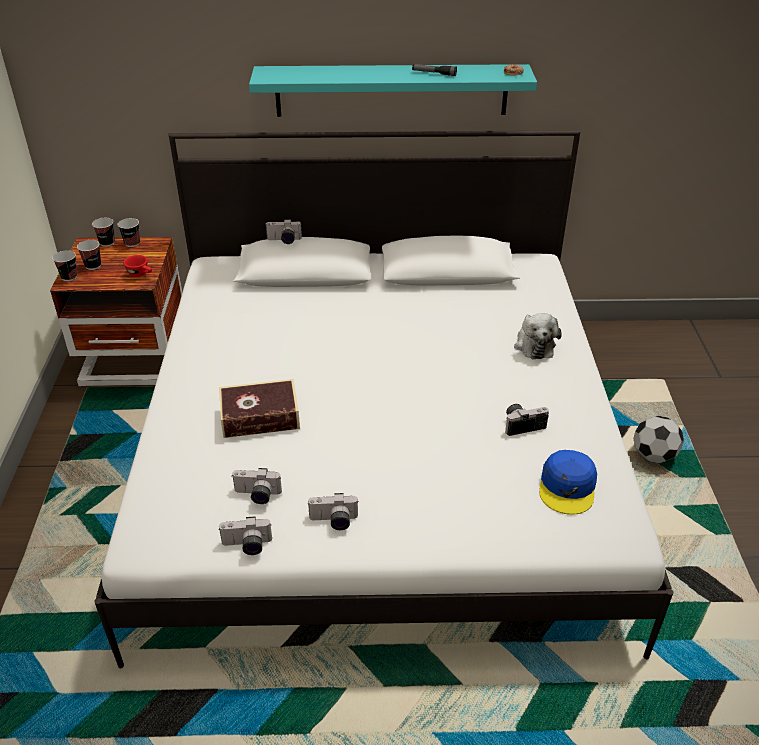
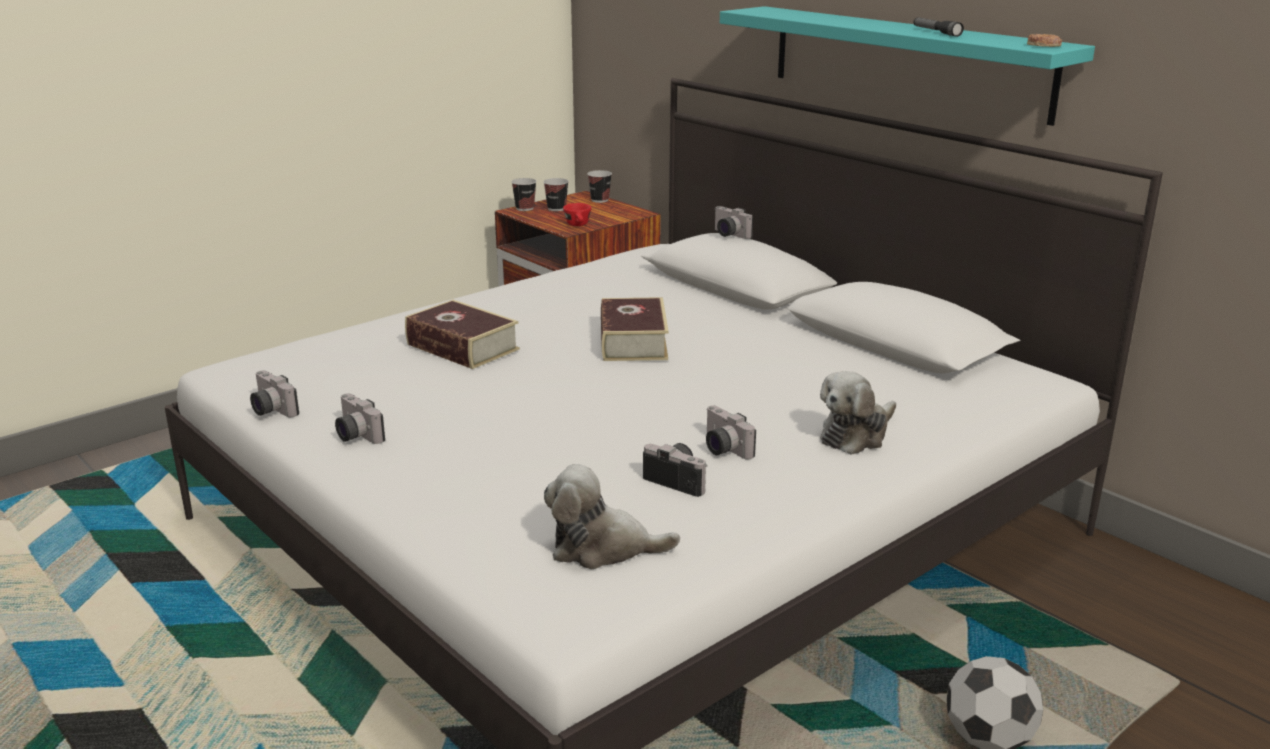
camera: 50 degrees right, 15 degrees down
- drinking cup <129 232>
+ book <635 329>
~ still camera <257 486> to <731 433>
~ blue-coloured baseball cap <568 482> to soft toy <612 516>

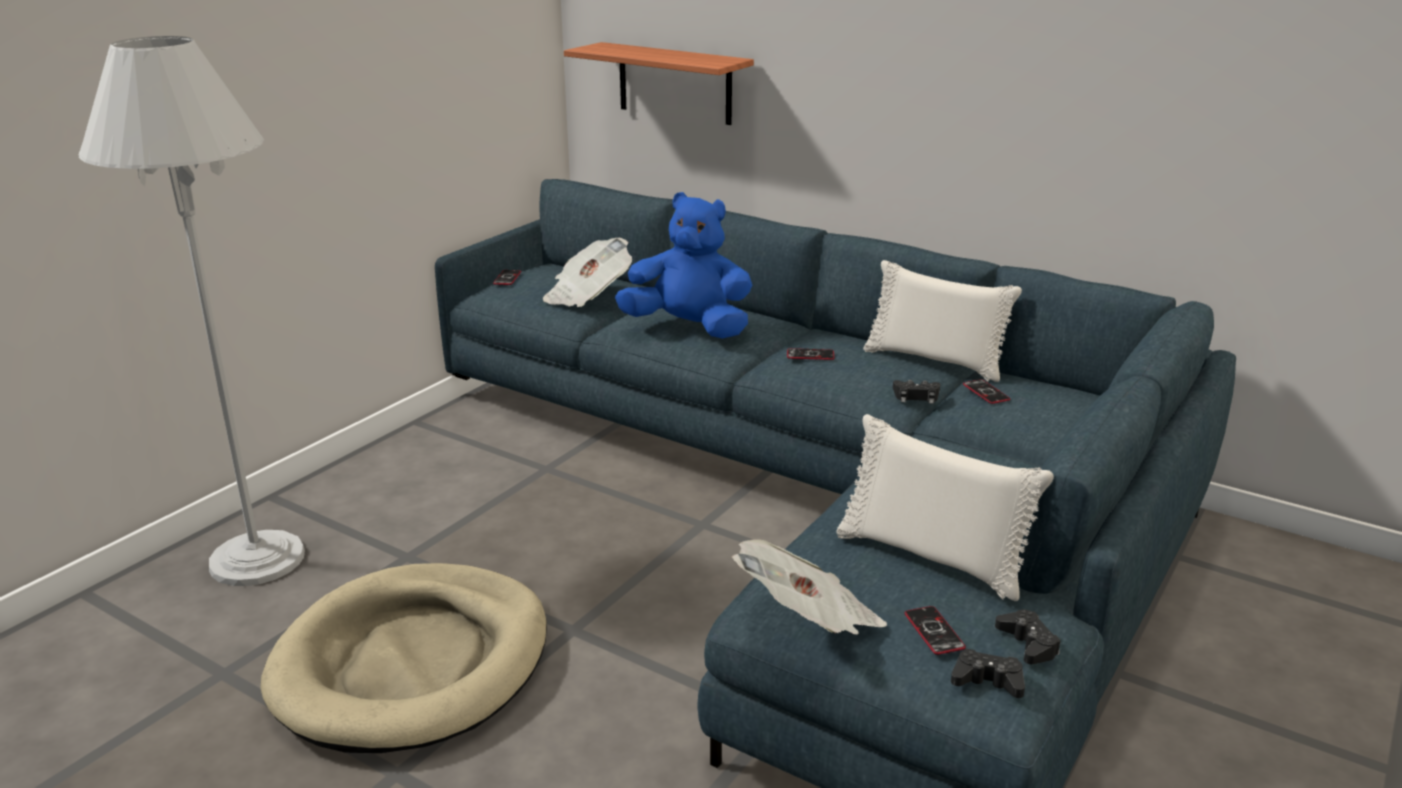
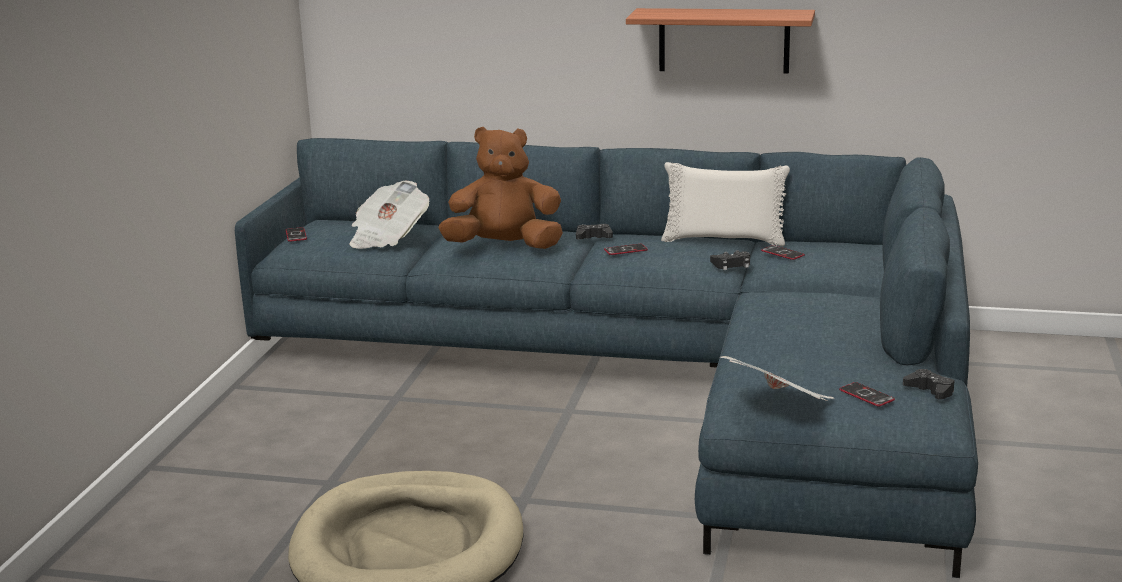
camera: 20 degrees left, 5 degrees down
- whitish floor lamp <192 311>
- whitish throw pillow <945 507>
~ wall shelf <659 83> to <720 41>
~ black-coloured gamepad <988 673> to <594 232>
~ blue-coloured soft toy <683 265> to brown-coloured soft toy <501 188>

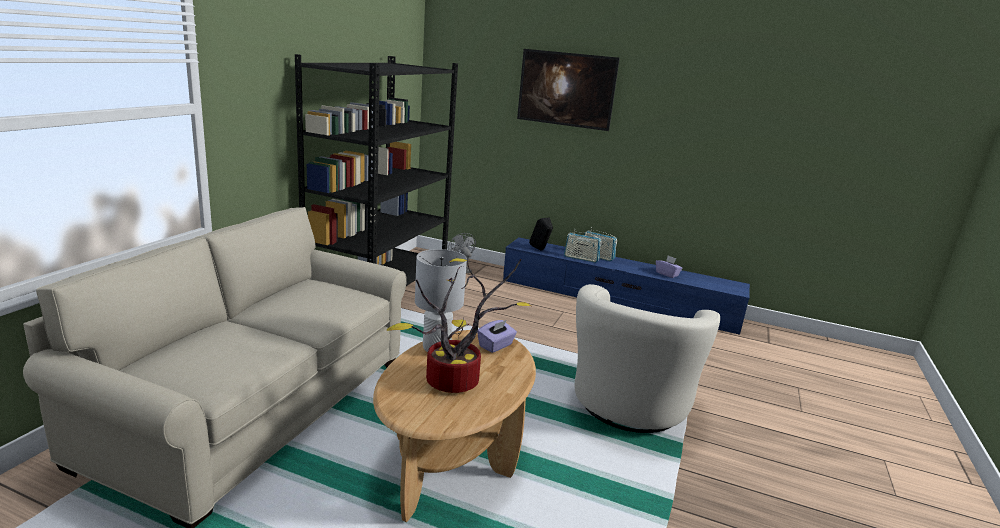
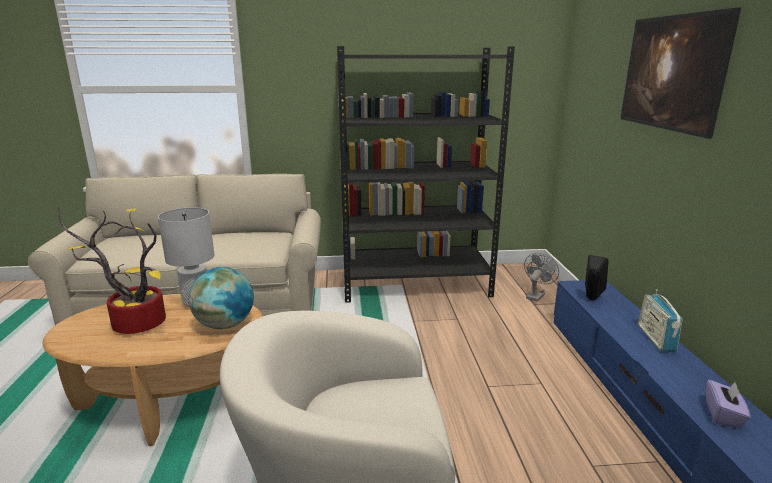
camera: 65 degrees right, 0 degrees up
- radio <583 247>
~ purple box of tissues <497 336> to desk globe <221 298>

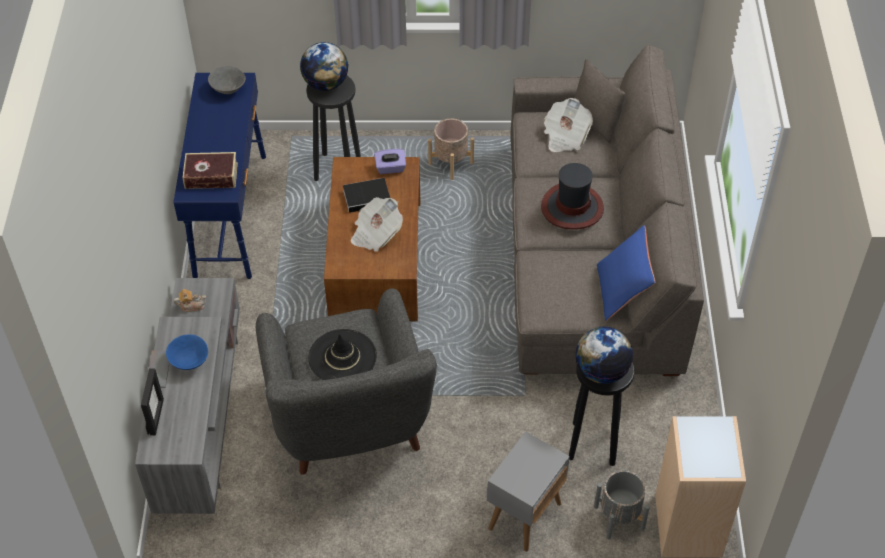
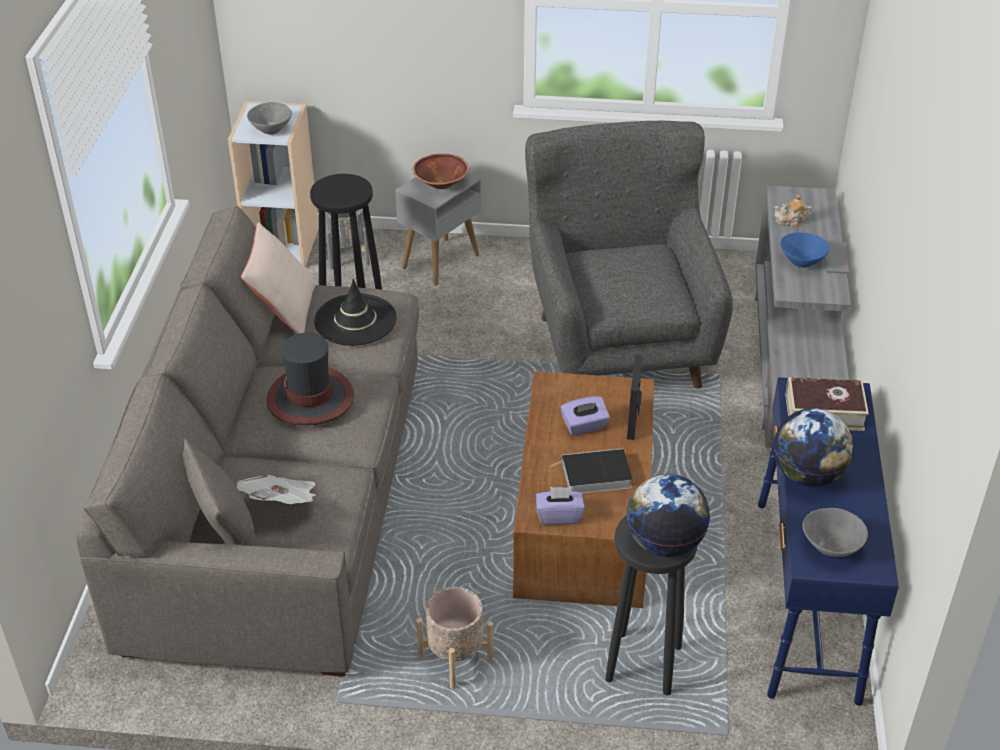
camera: 175 degrees left, 10 degrees down
+ gray deep dish <269 118>
+ brown-coloured deep dish <440 171>
~ standing frame <152 401> to <634 397>
~ pot for tea <190 300> to <793 210>
~ black-coloured hat <342 354> to <355 312>
~ desk globe <604 355> to <813 447>
~ newspaper <377 224> to purple box of tissues <585 415>
~ blue-coloured throw pillow <626 273> to sand-coloured throw pillow <278 278>

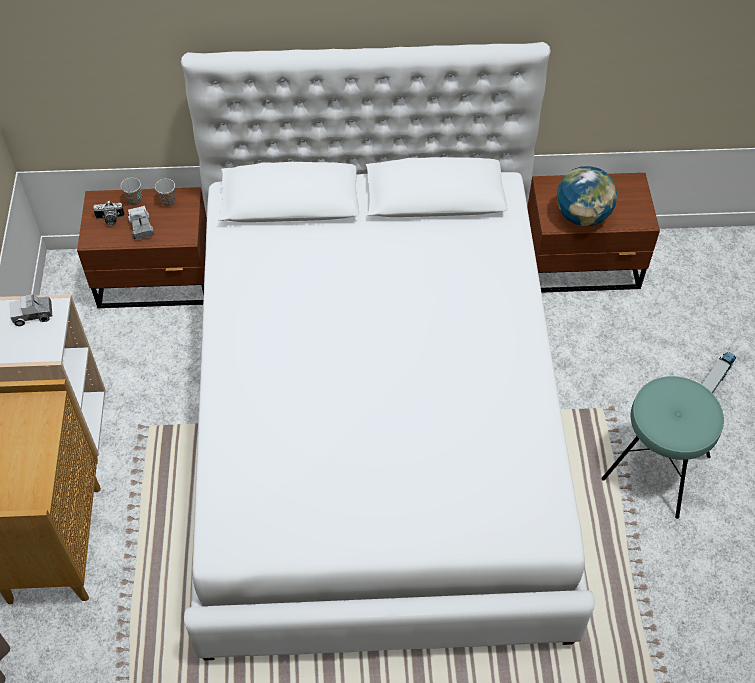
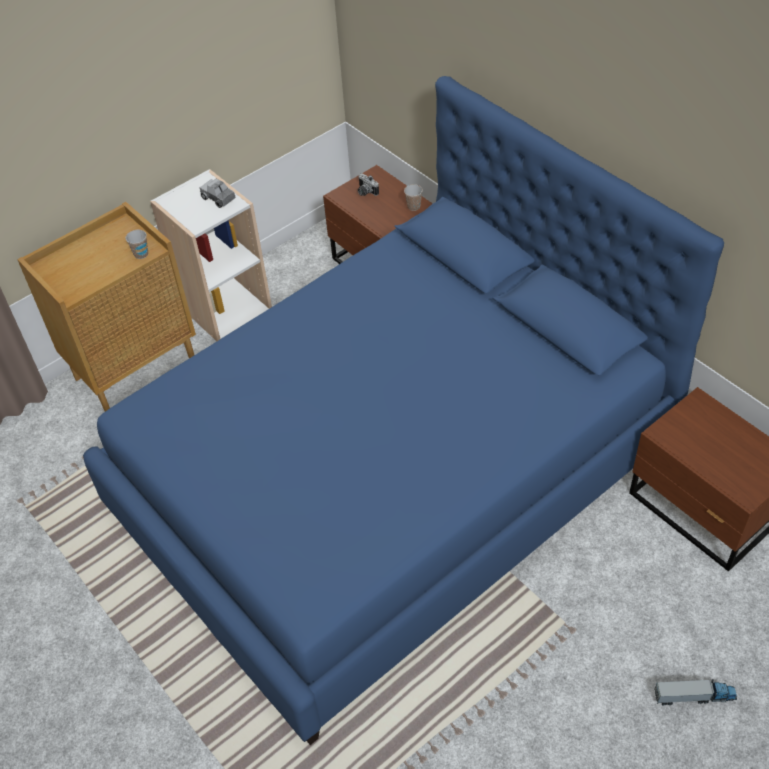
camera: 55 degrees right, 5 degrees down
- toy truck <141 223>
- desk globe <587 196>
- turquoise-coloured stool seat <662 447>
~ drinking cup <131 192> to <137 244>
~ whitish bed <388 351> to blue-coloured bed <403 410>

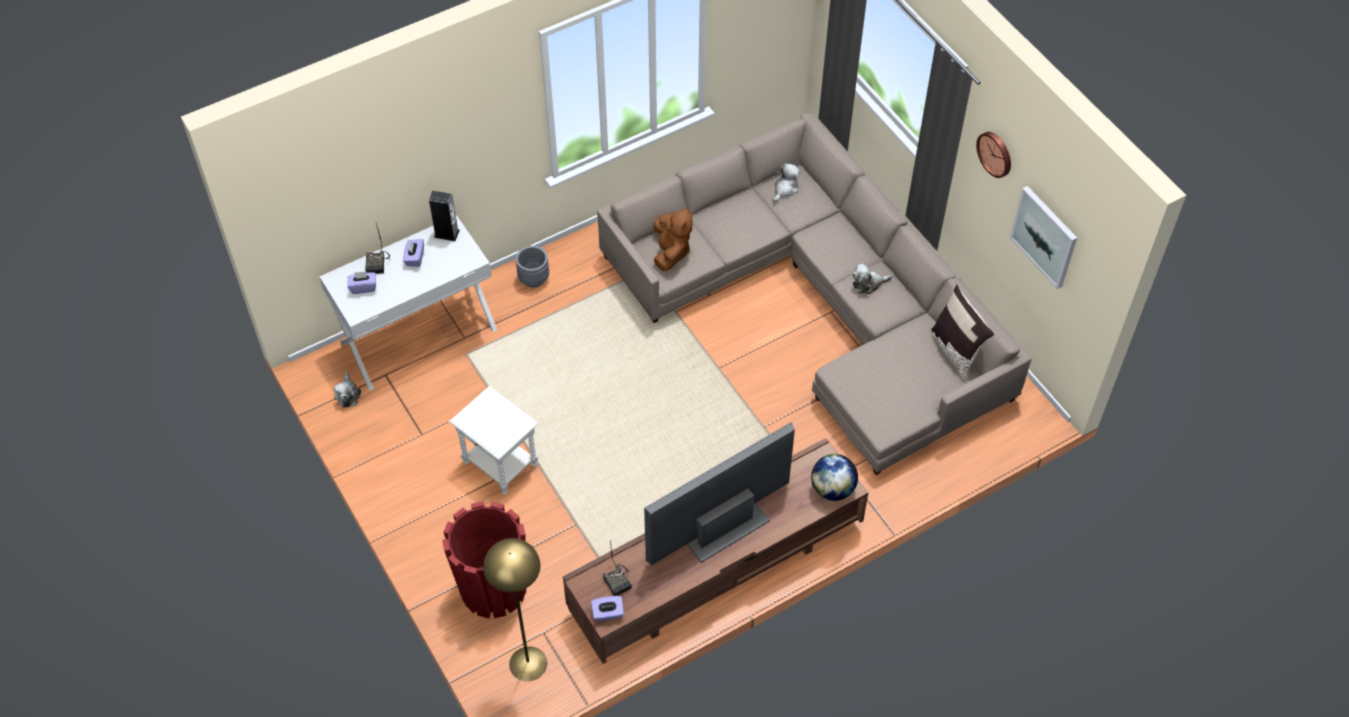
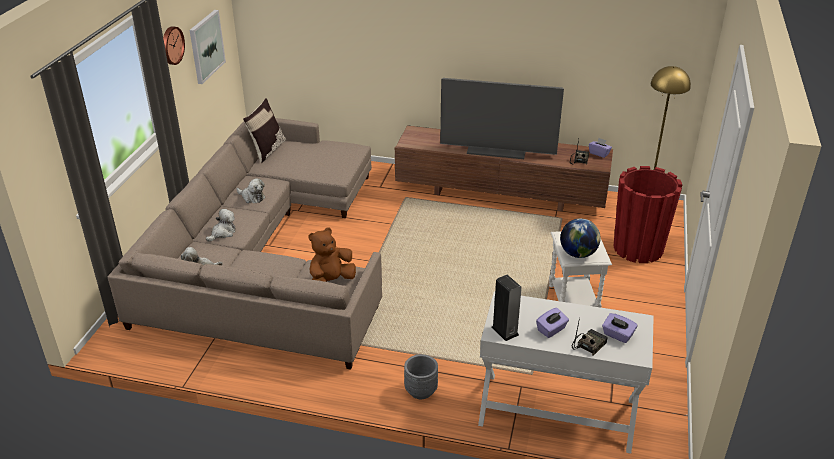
camera: 135 degrees left, 20 degrees down
~ soft toy <347 389> to <221 225>
~ desk globe <834 477> to <580 238>

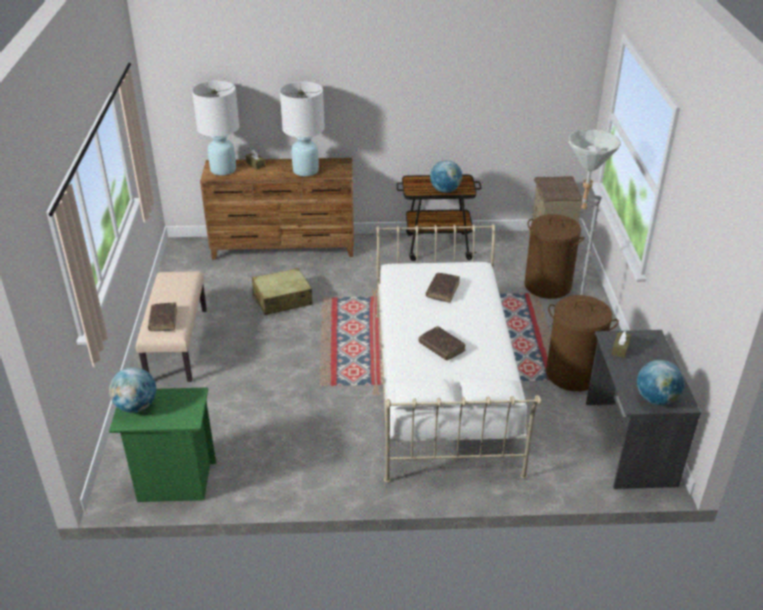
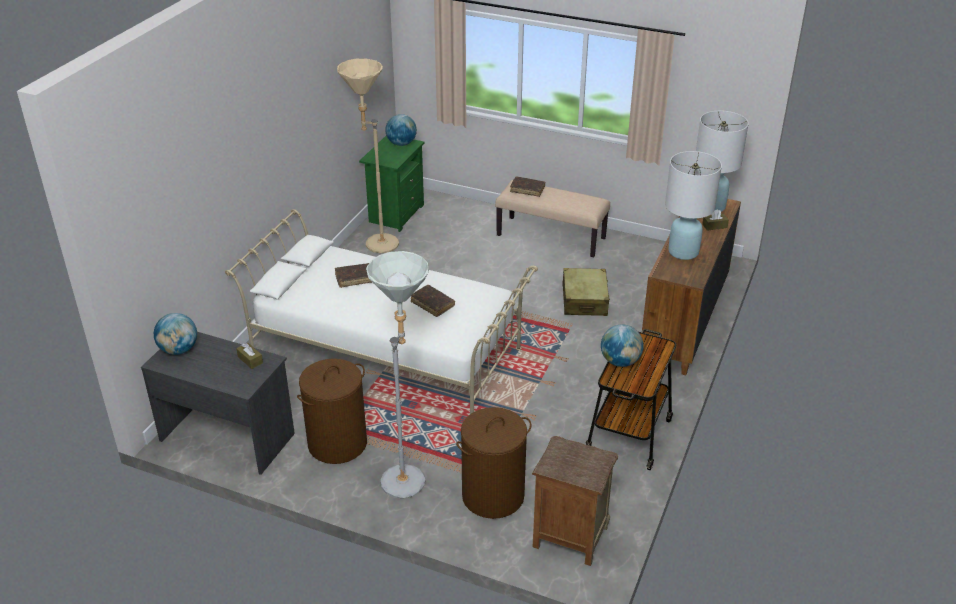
camera: 115 degrees right, 0 degrees up
+ sand-coloured floor lamp <368 155>

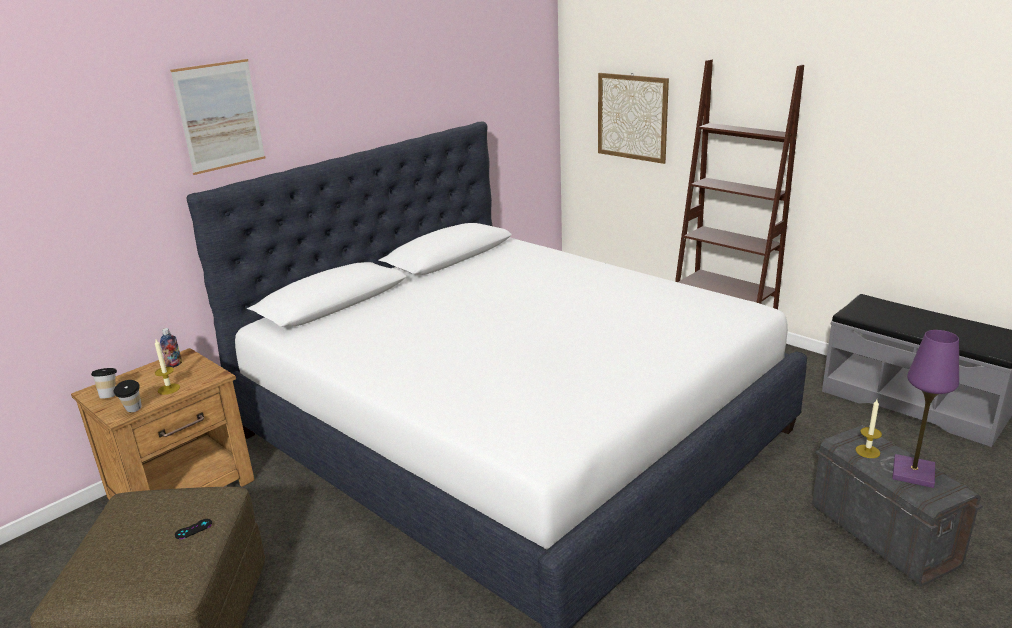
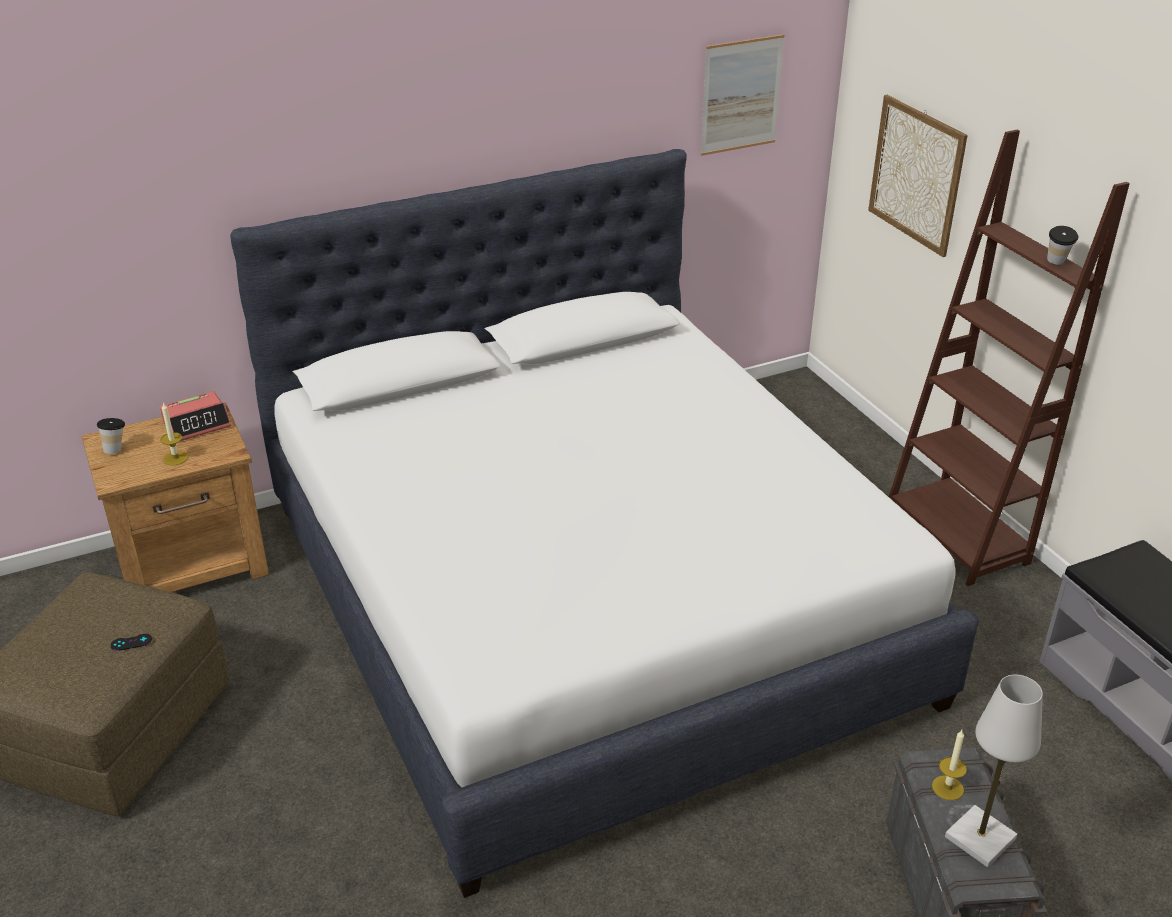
camera: 20 degrees right, 10 degrees up
~ drinking cup <128 396> to <1062 245>
~ wall art <217 117> to <742 95>
~ beverage bottle <171 348> to table clock <196 416>
~ purple lamp for a table <925 409> to whitish lamp for a table <994 771>

